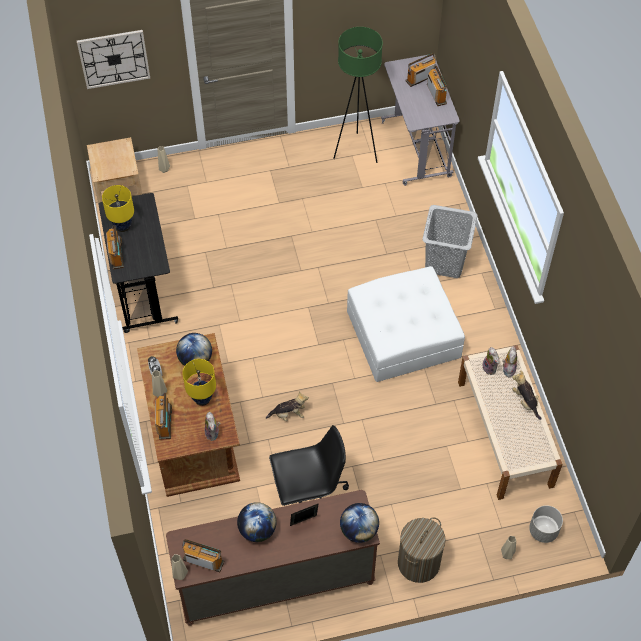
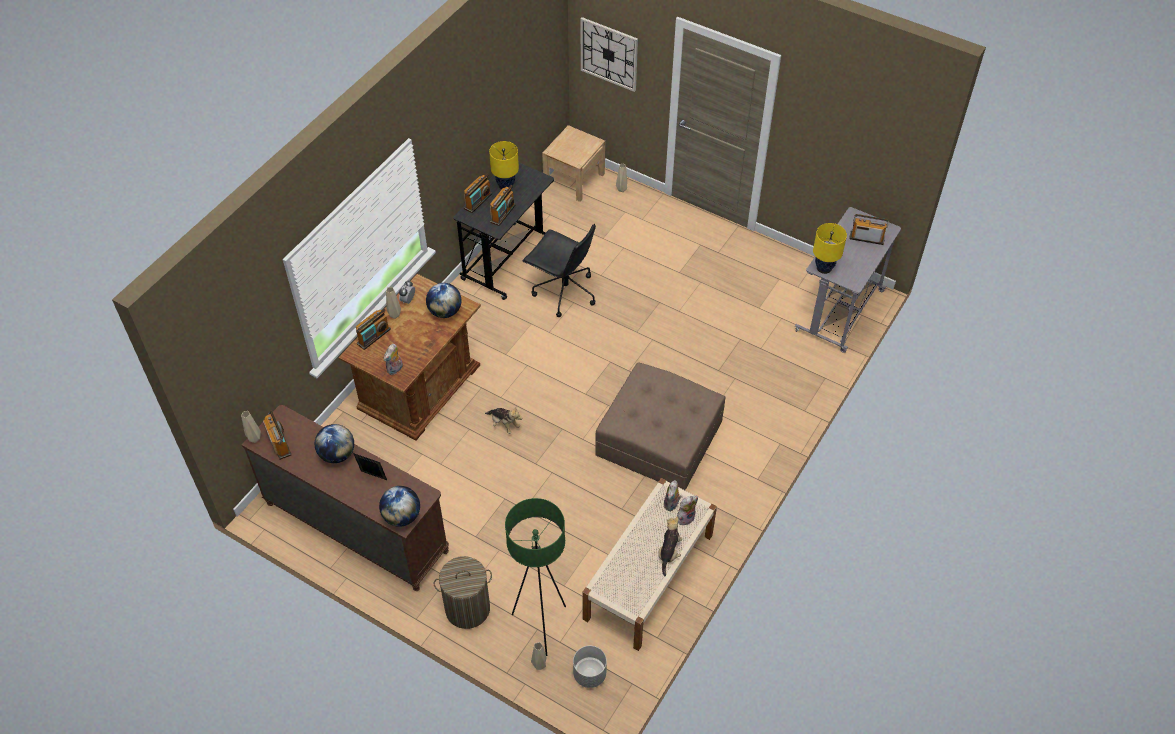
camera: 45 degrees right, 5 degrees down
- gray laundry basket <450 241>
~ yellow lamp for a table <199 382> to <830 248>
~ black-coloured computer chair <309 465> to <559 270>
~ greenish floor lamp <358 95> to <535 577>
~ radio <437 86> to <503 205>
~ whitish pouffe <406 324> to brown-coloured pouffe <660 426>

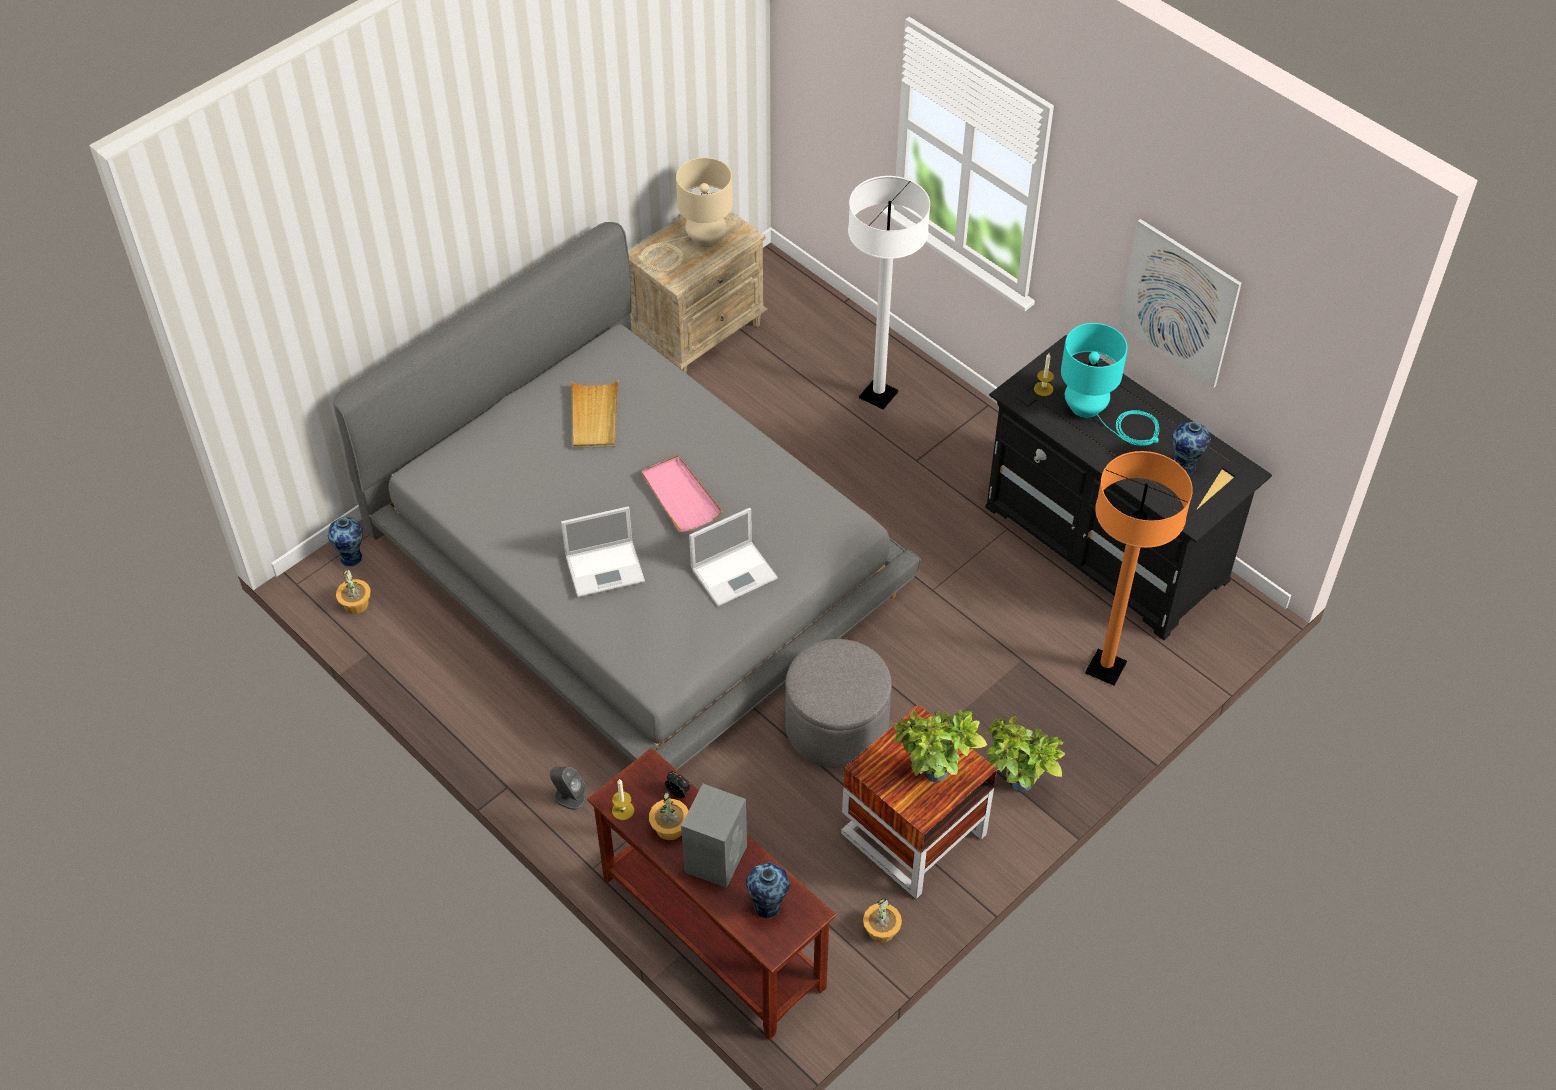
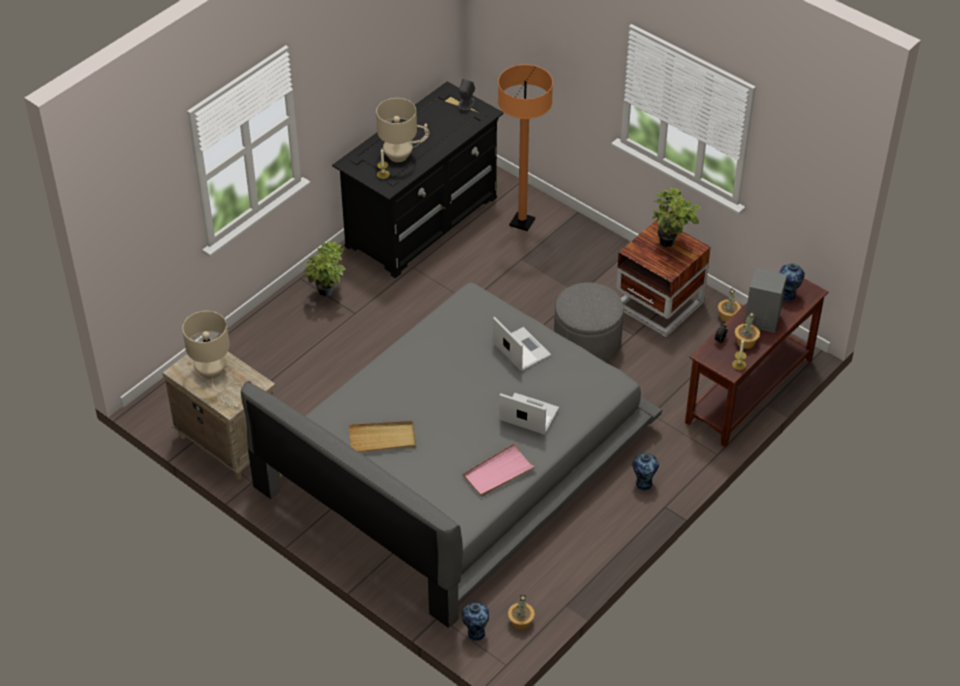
camera: 95 degrees left, 5 degrees down
- whitish floor lamp <889 293>
- wall art <1180 303>
~ gray speaker <568 788> to <466 94>
~ pink-coloured serving tray <681 493> to <499 470>
~ plant in a pot <1025 754> to <325 269>
~ flower vase <1191 448> to <645 472>
~ turquoise-coloured lamp for a table <1110 384> to sand-coloured lamp for a table <402 130>
~ notebook computer <603 551> = <529 413> 45 degrees counterclockwise

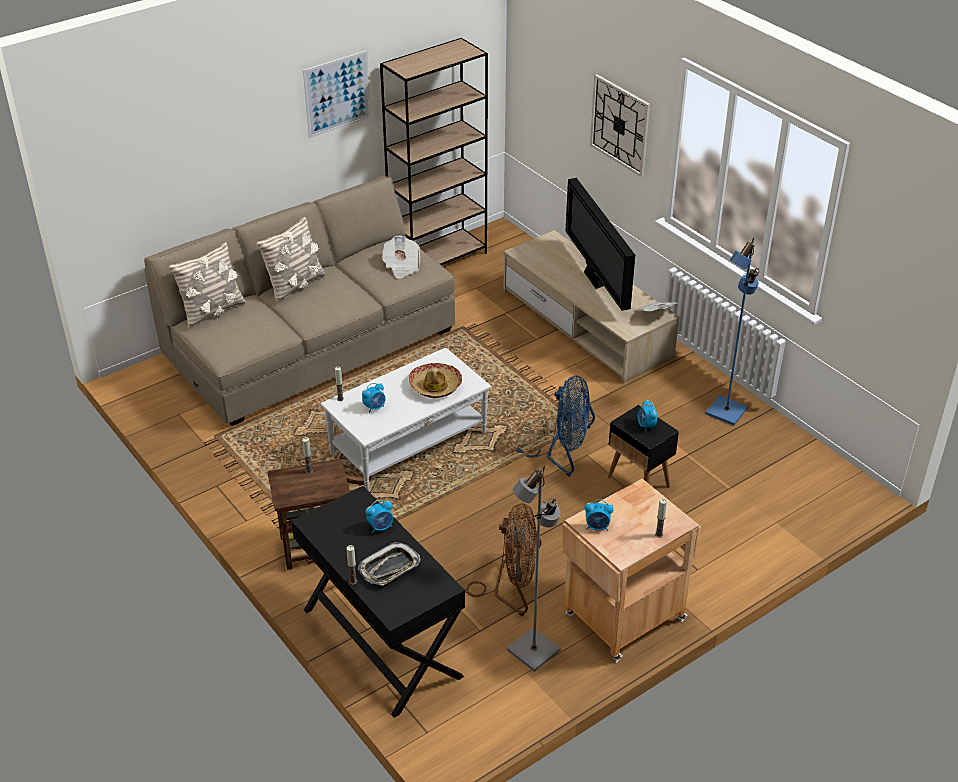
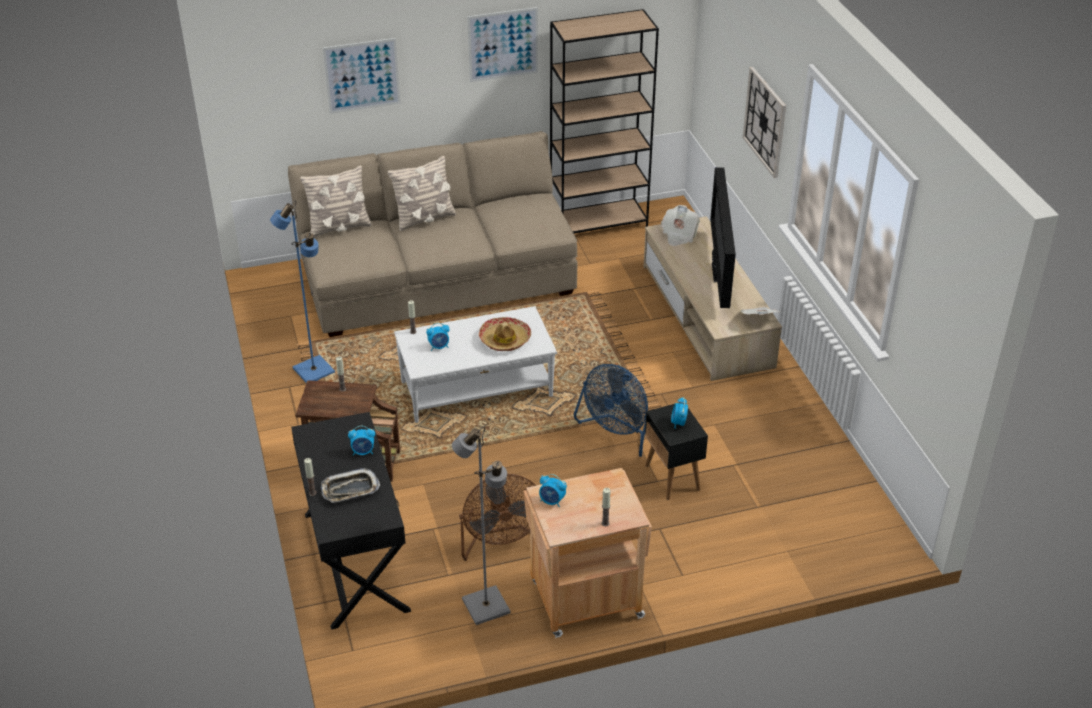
camera: 20 degrees right, 0 degrees up
+ wall art <361 76>
~ newspaper <400 257> to <680 225>
~ blue-coloured floor lamp <732 331> to <302 292>
~ brown-coloured fan <503 559> = <497 517> 45 degrees clockwise
~ blue-coloured fan <555 425> = <611 410> 90 degrees clockwise

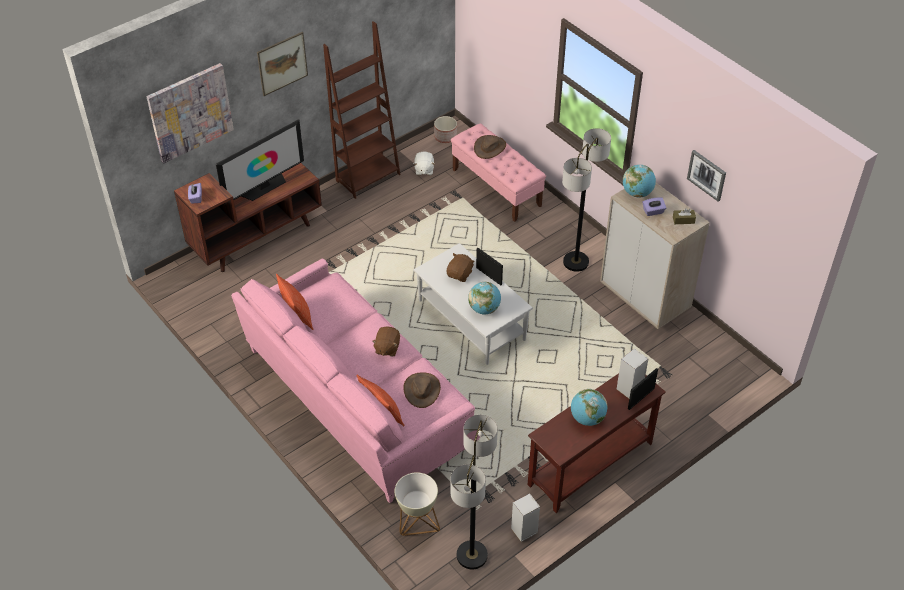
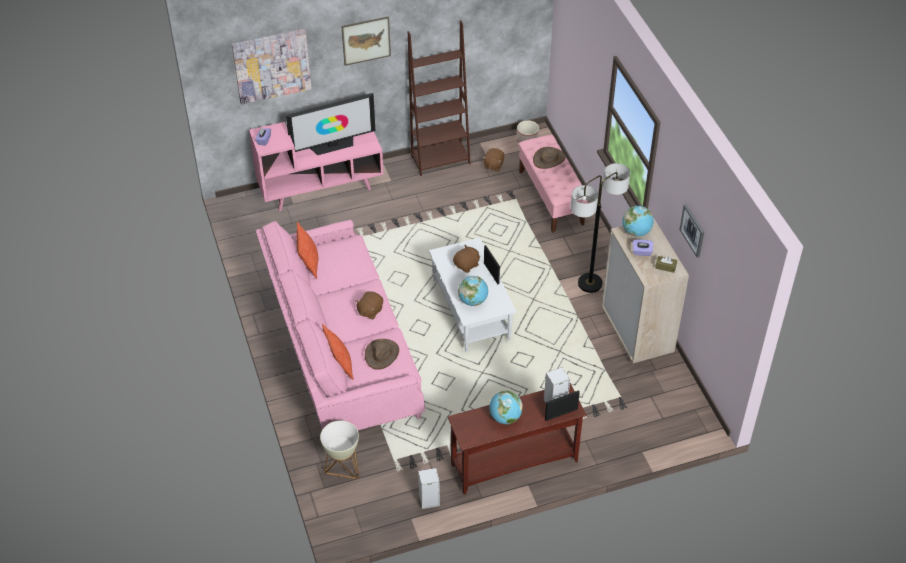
camera: 20 degrees right, 0 degrees up
- floor lamp <474 492>
~ brown-coloured tv unit <248 217> to pink-coloured tv unit <316 166>
~ whitish soft toy <424 163> to brown-coloured soft toy <493 160>

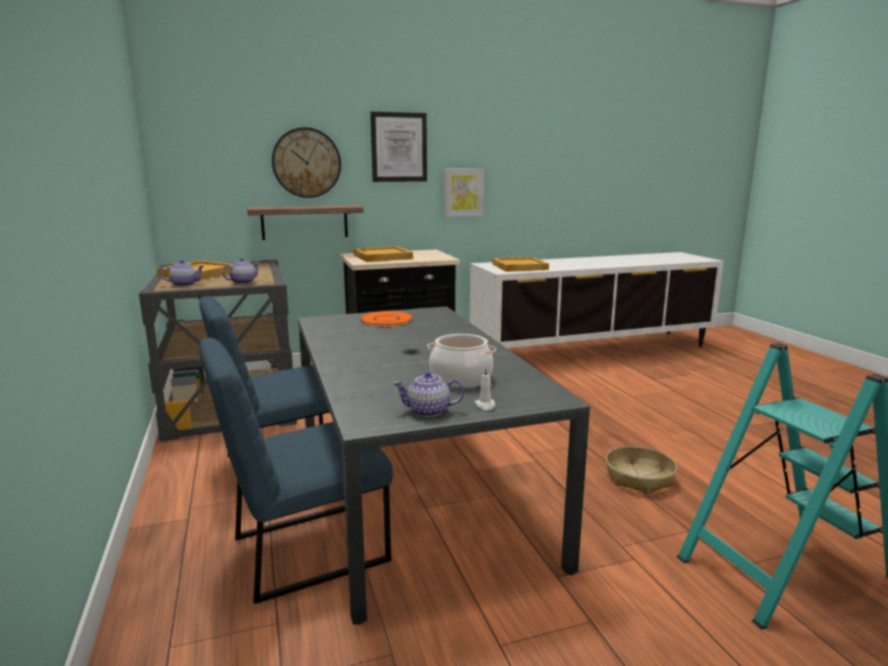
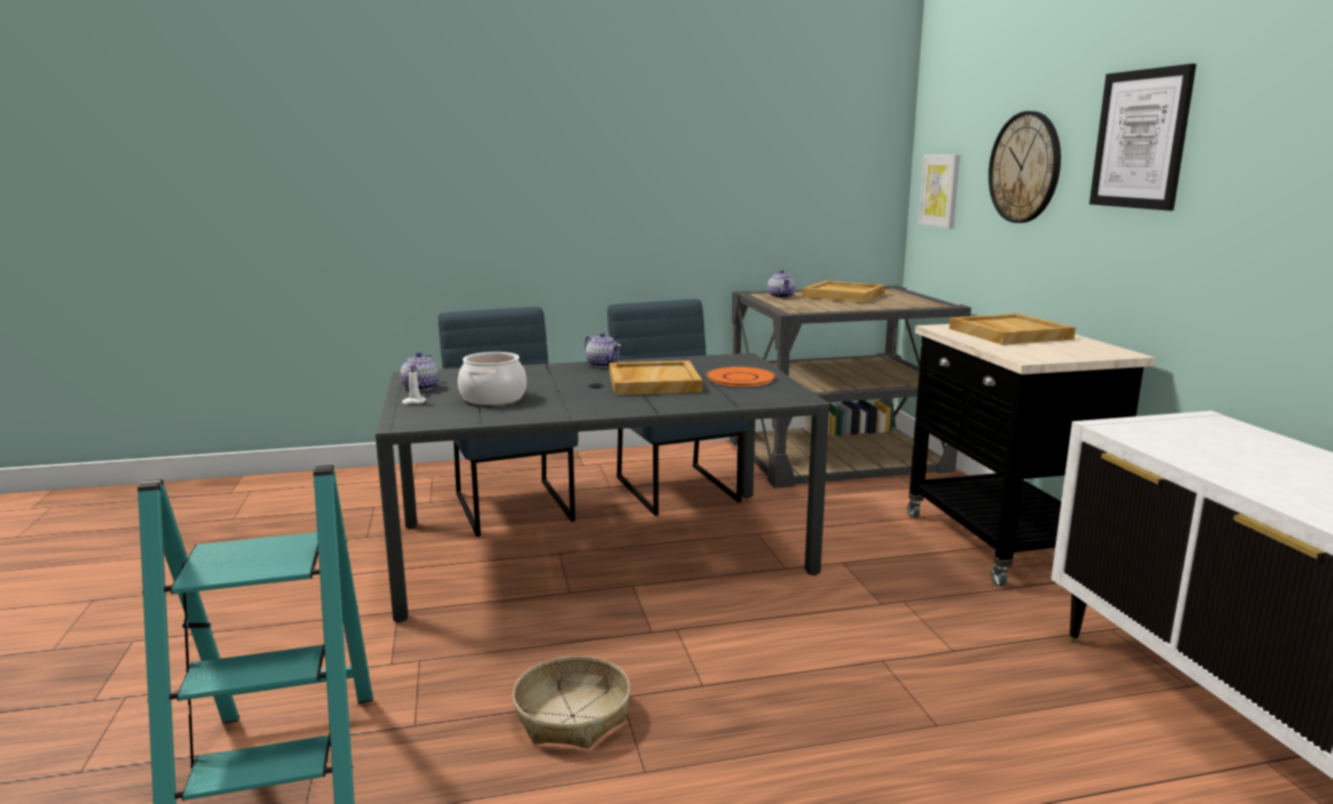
camera: 95 degrees right, 0 degrees up
- wall shelf <305 222>
~ pot for tea <241 271> to <603 349>
~ wall art <464 192> to <939 192>
~ sand-coloured serving tray <520 264> to <656 377>

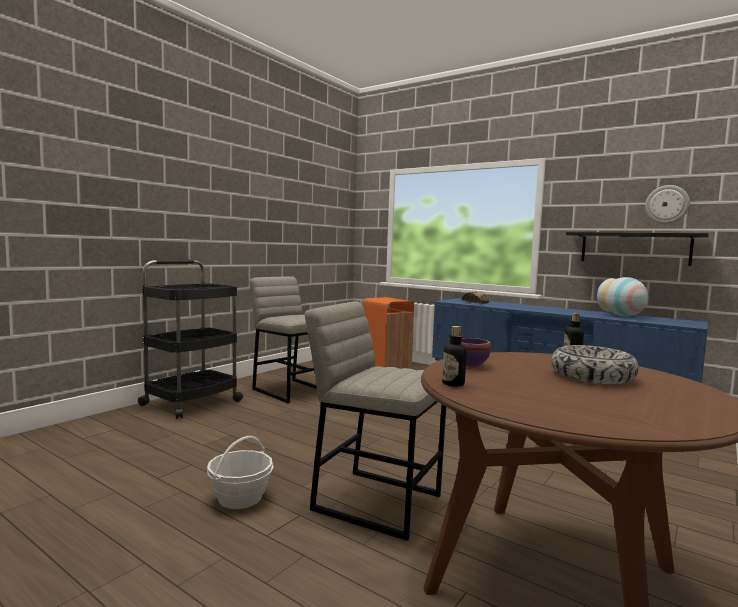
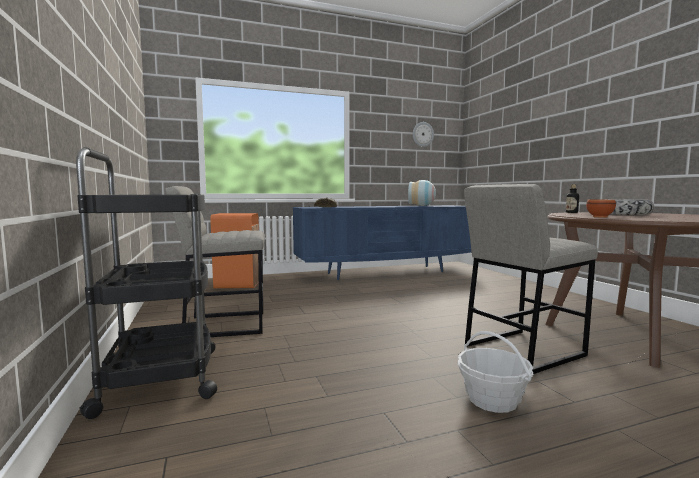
camera: 55 degrees left, 0 degrees up
- beverage bottle <454 356>
- black-coloured wall shelf <637 249>
~ purple deep dish <476 353> to brown-coloured deep dish <601 208>

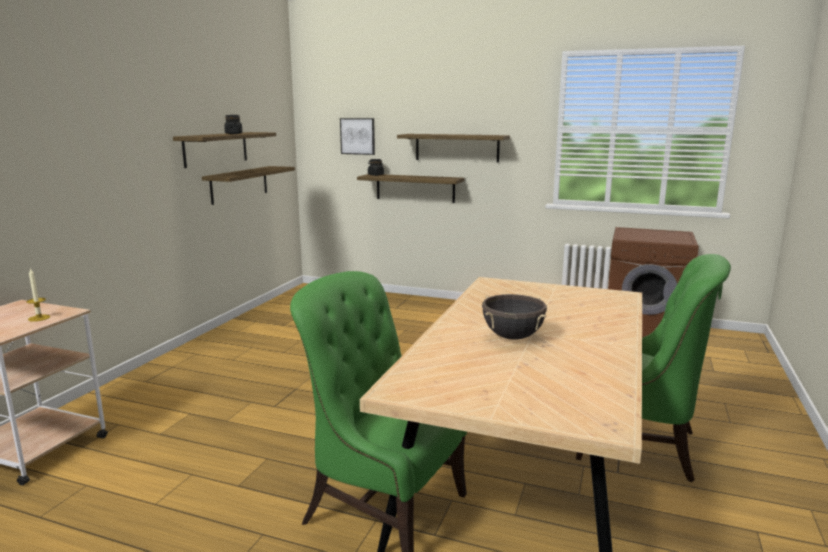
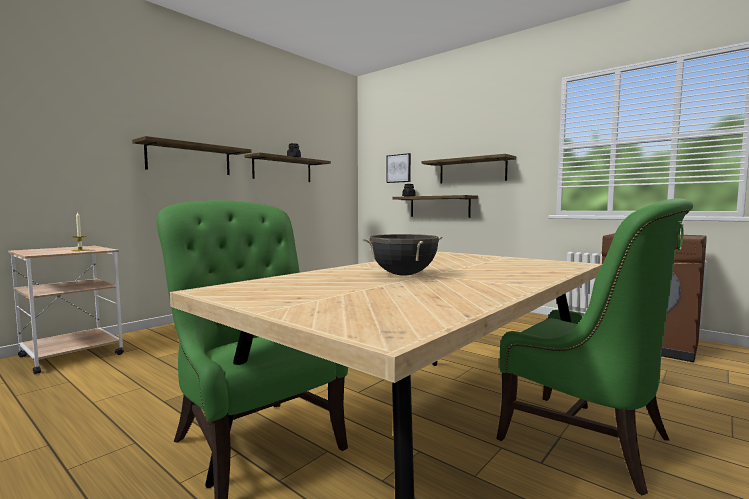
camera: 20 degrees right, 10 degrees down
~ wall shelf <248 185> to <192 155>

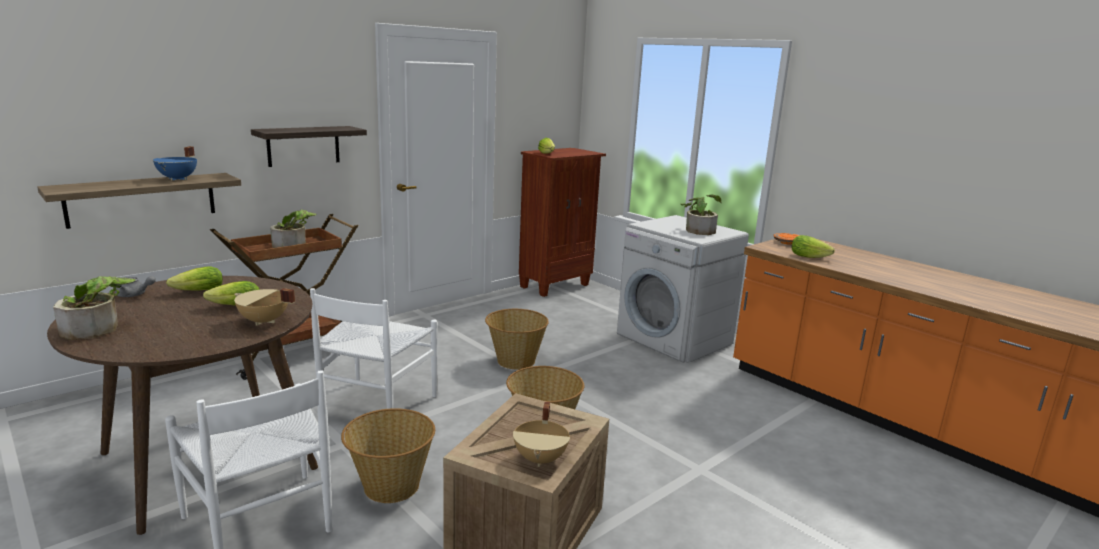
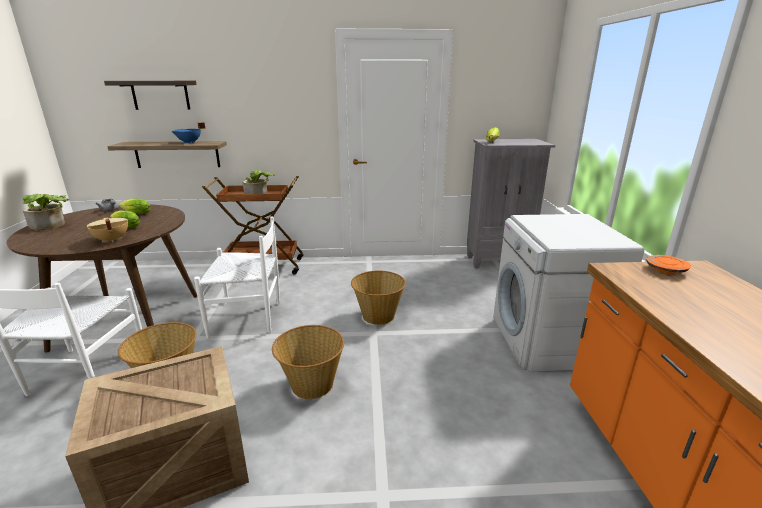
camera: 40 degrees right, 5 degrees up
- sand-coloured cooking pot <541 434>
- plant in a pot <701 214>
- lettuce head <813 246>
~ wall shelf <309 146> to <150 95>
~ brown-coloured cabinet <562 222> to gray cabinet <511 203>
~ whitish plain chair <373 348> = <237 278> 150 degrees counterclockwise

